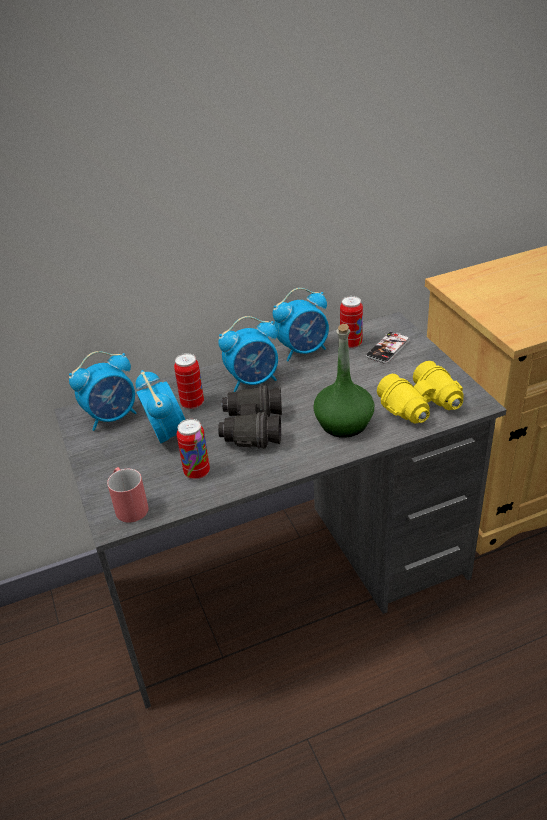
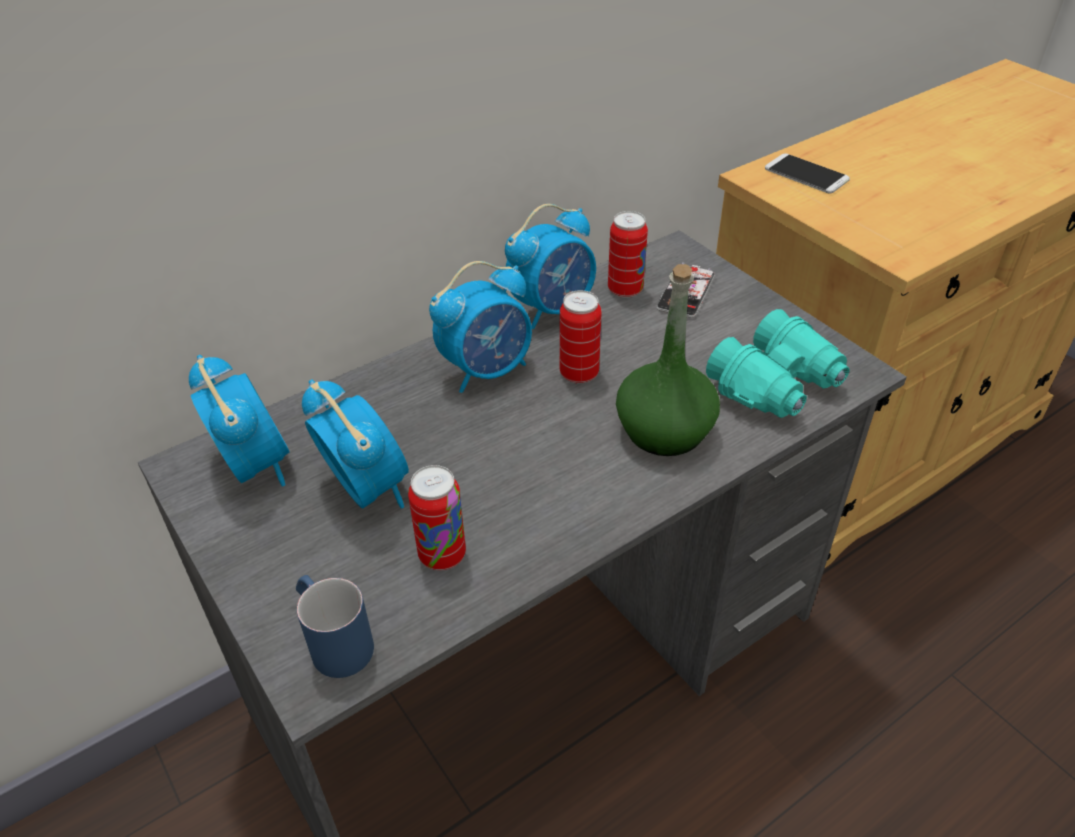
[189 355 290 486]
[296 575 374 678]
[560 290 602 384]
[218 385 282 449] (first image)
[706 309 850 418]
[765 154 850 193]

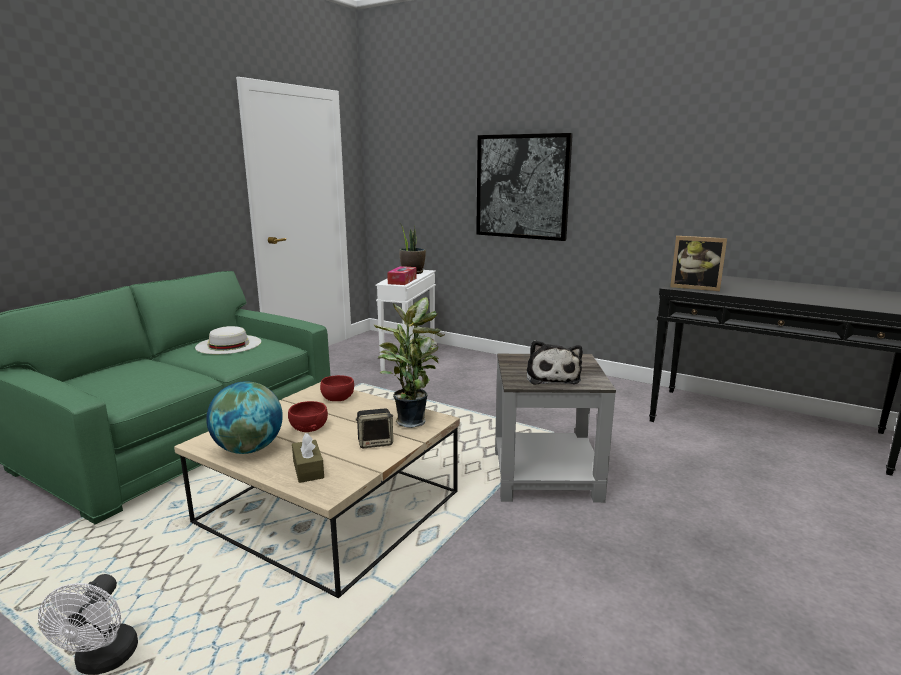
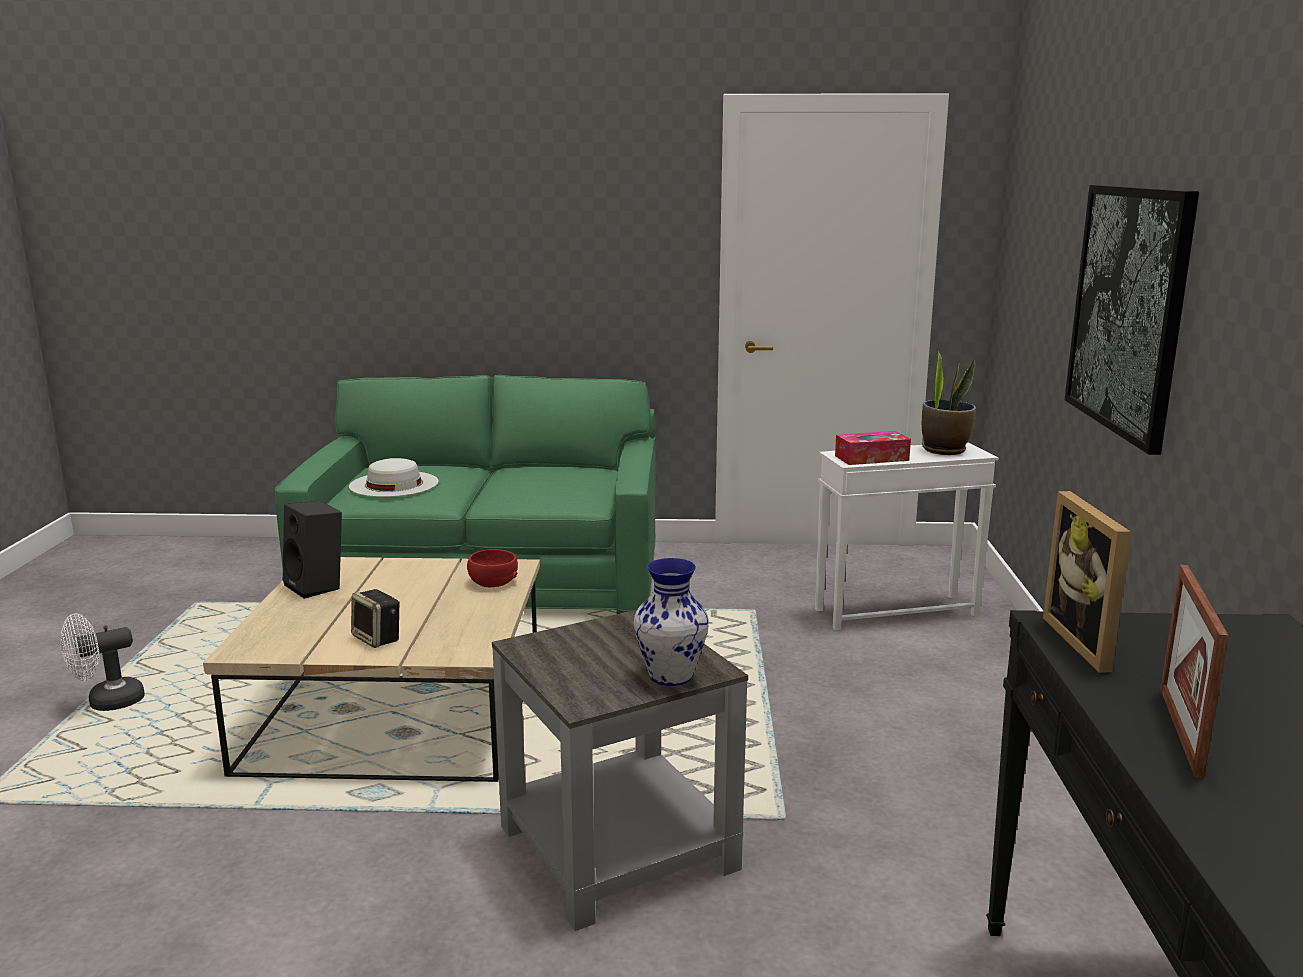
[349 458 439 497]
[283 501 342 599]
[288 401 328 432] (first image)
[292 433 324 483] (first image)
[374 297 445 428] (first image)
[527 340 583 384] (first image)
[633 558 709 686]
[1160 565 1229 778]

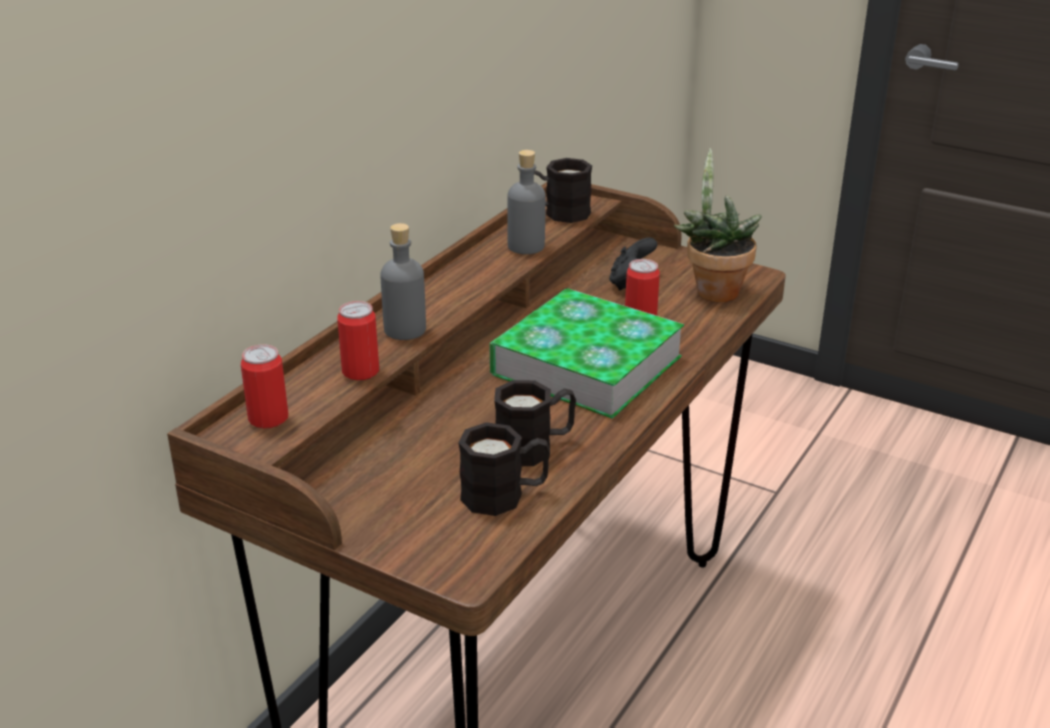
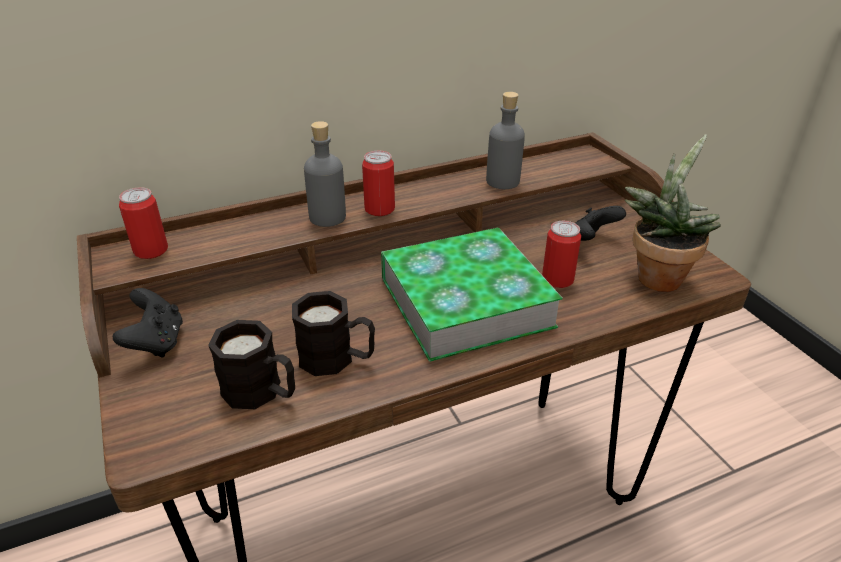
[362 151 395 216]
[534 158 592 223] (first image)
[113 288 183 358]

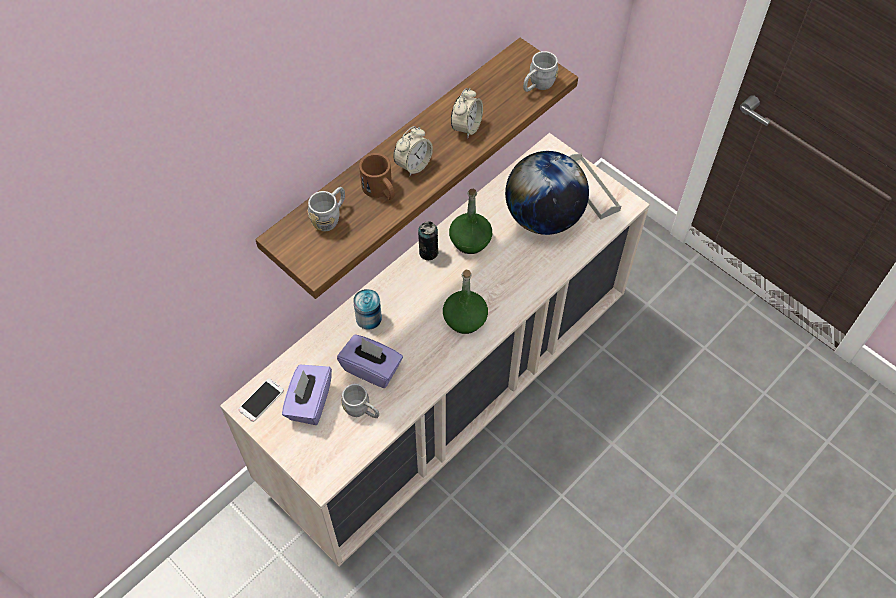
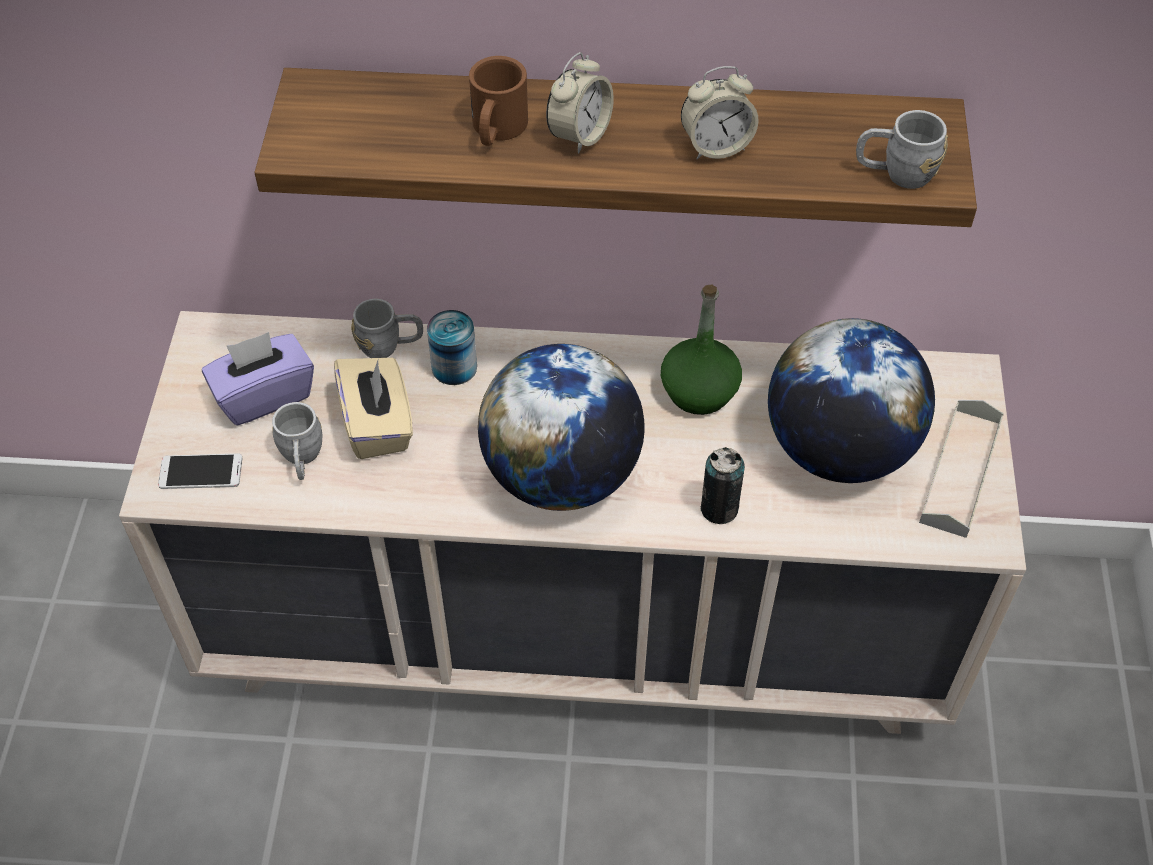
[158 454 242 489]
[351 299 423 358]
[334 358 413 459]
[546 52 614 154]
[701 447 745 524]
[478 344 645 511]

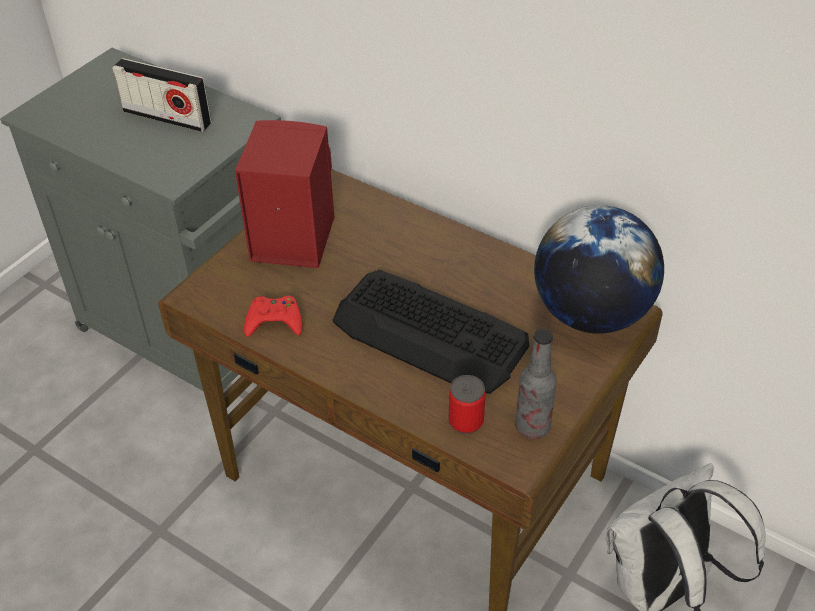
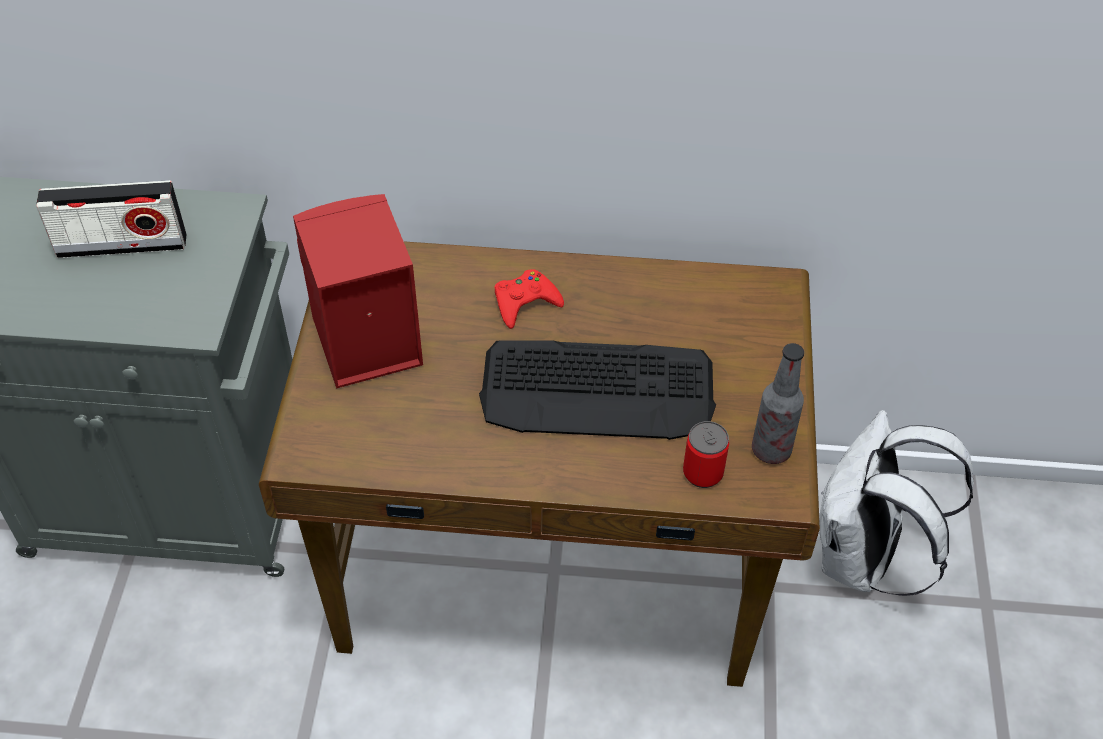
[495 269 564 329]
[534 205 664 334] (first image)

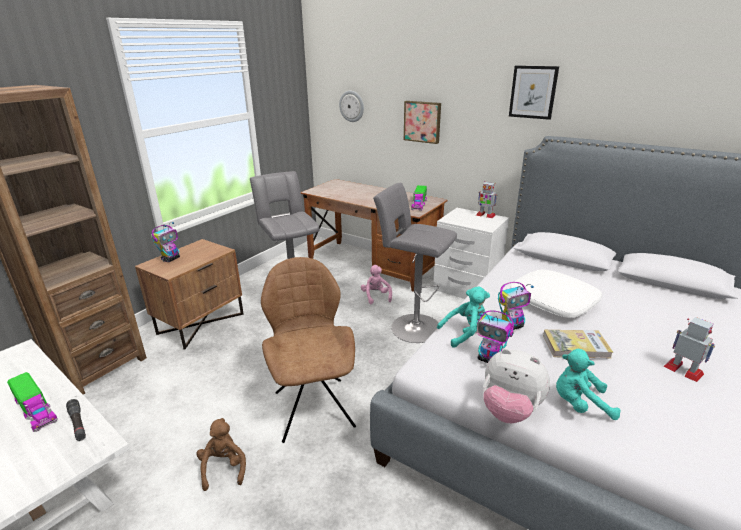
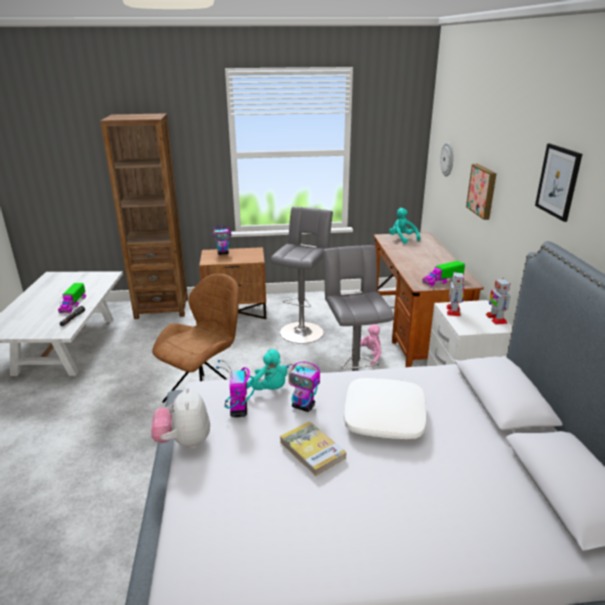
[196 418 246 491] (first image)
[389 208 421 244]
[447 271 464 316]

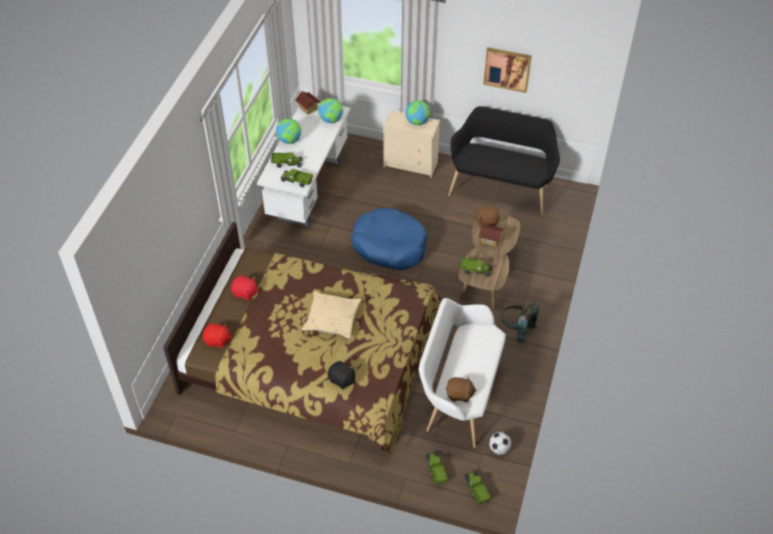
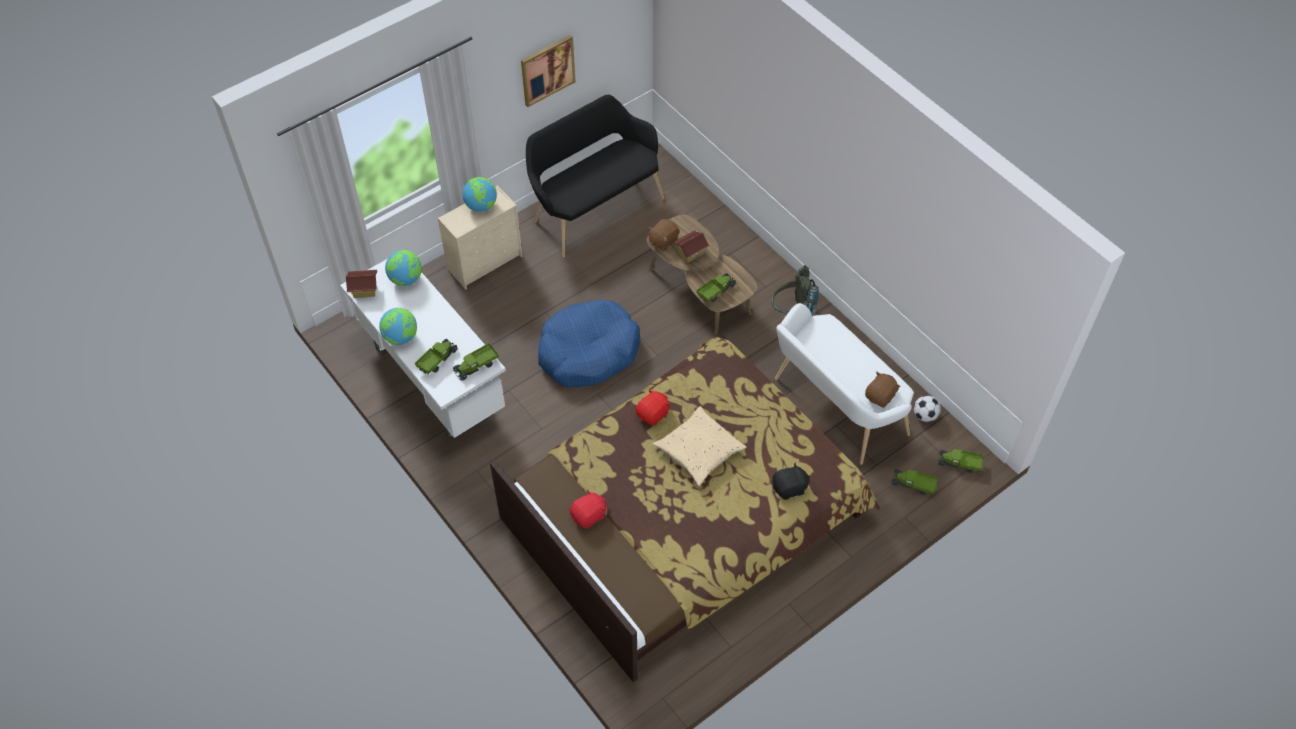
[635 389 670 426]

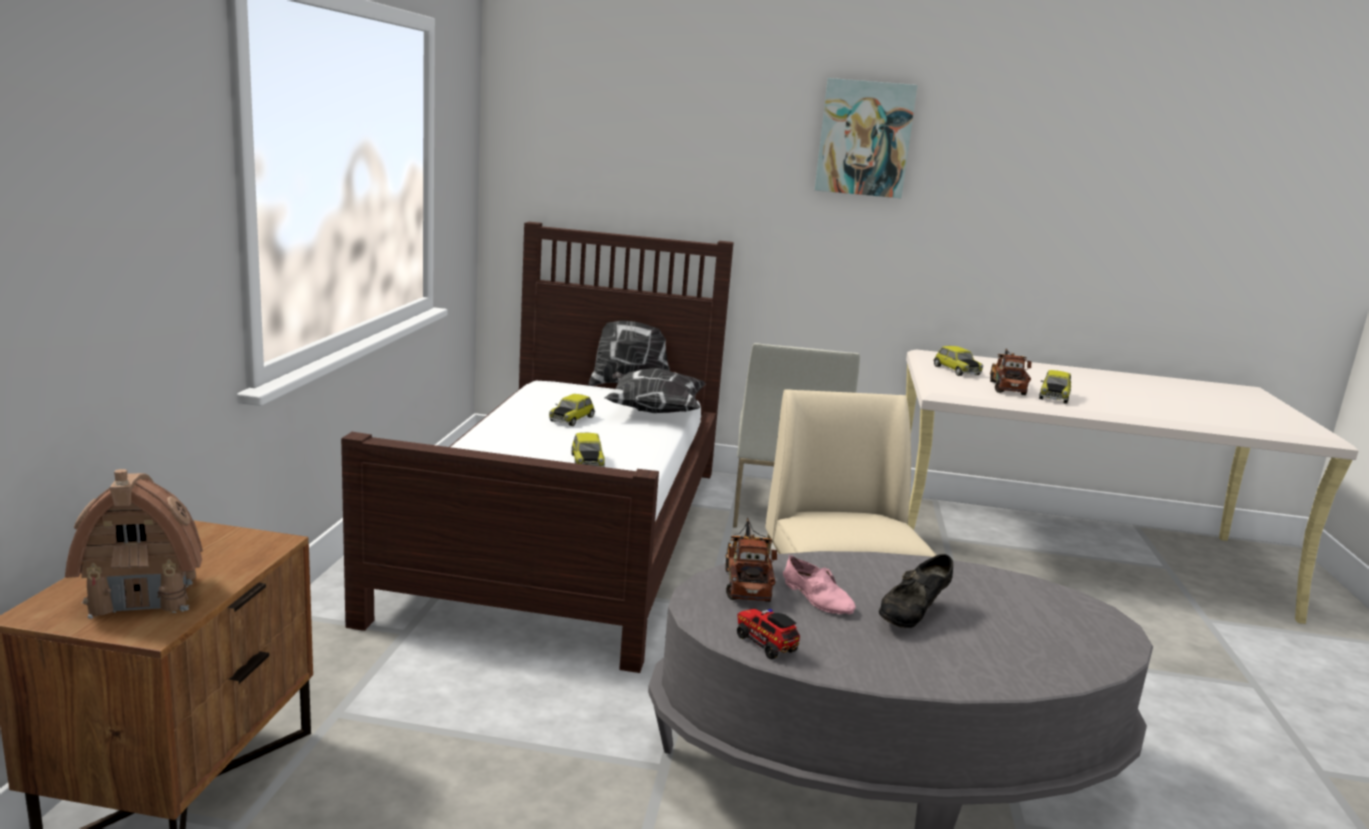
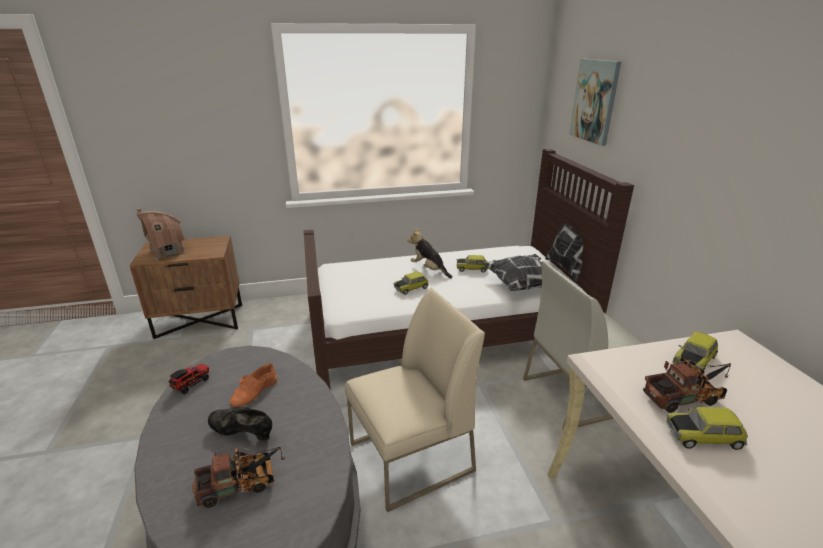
[192 447 285 508]
[230 363 277 407]
[569 59 621 146]
[407 228 452 278]

